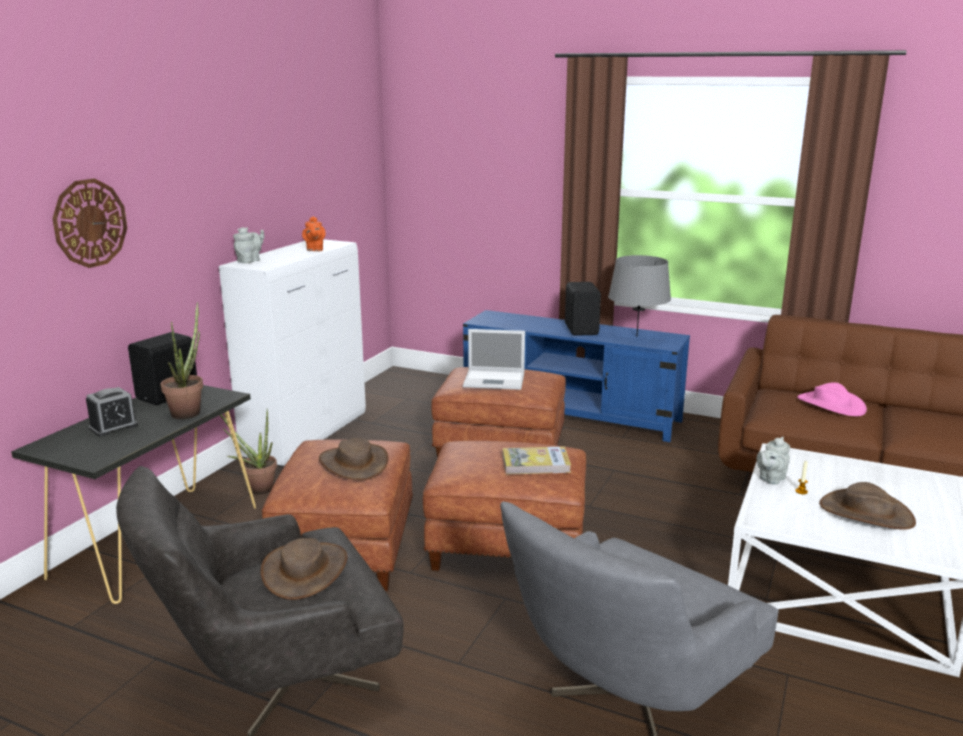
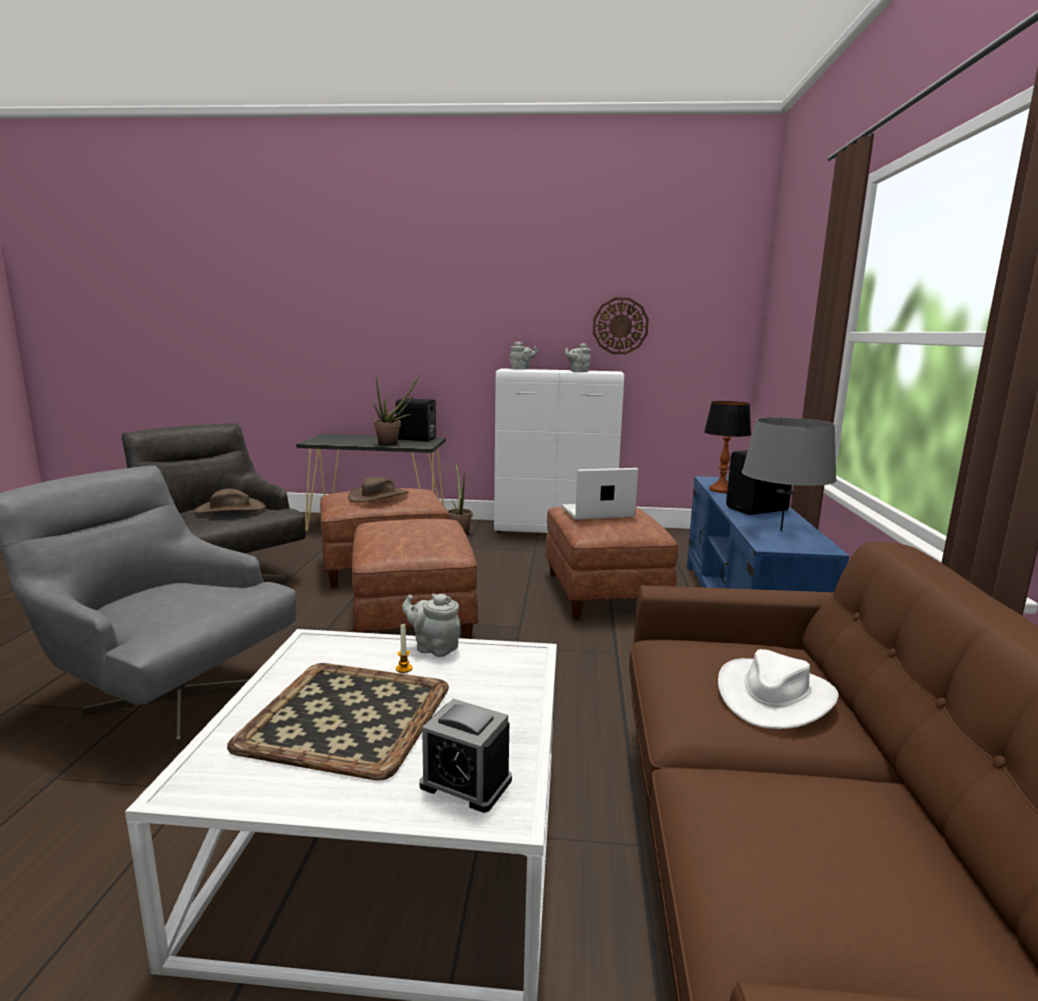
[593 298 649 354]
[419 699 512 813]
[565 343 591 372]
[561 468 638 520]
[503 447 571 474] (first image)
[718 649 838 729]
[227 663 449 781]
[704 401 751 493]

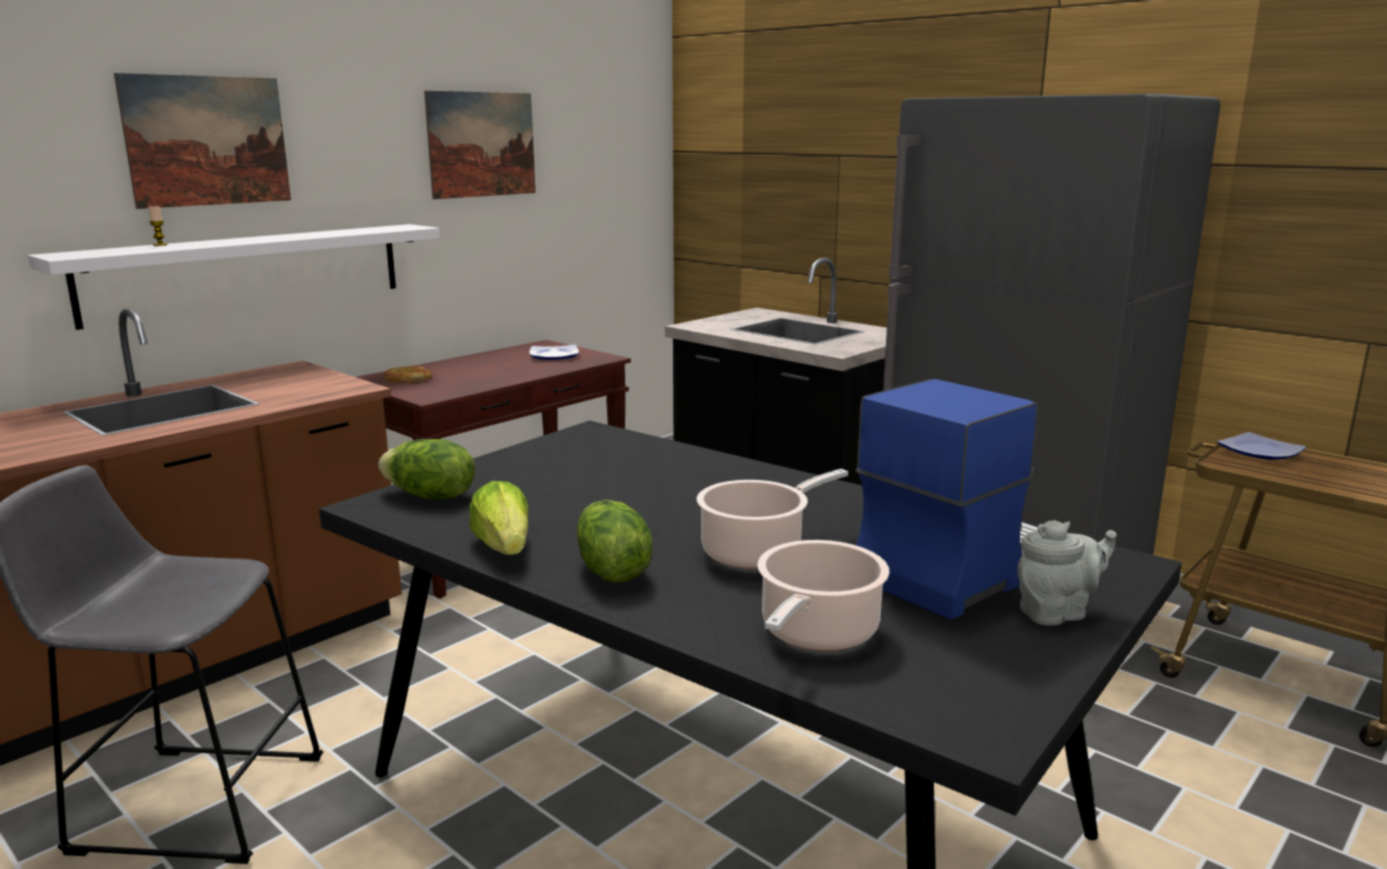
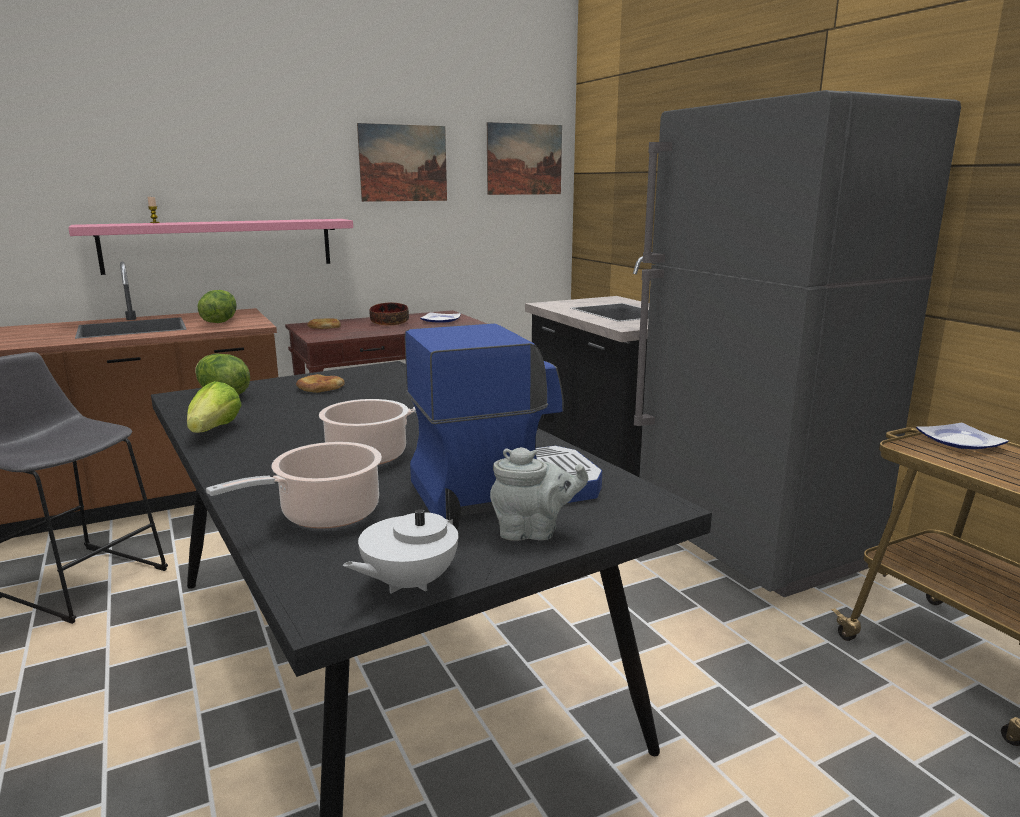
[68 219 353 275]
[487 122 562 195]
[197 290 237 323]
[296 374 344 393]
[343 488 461 594]
[369 303 409 326]

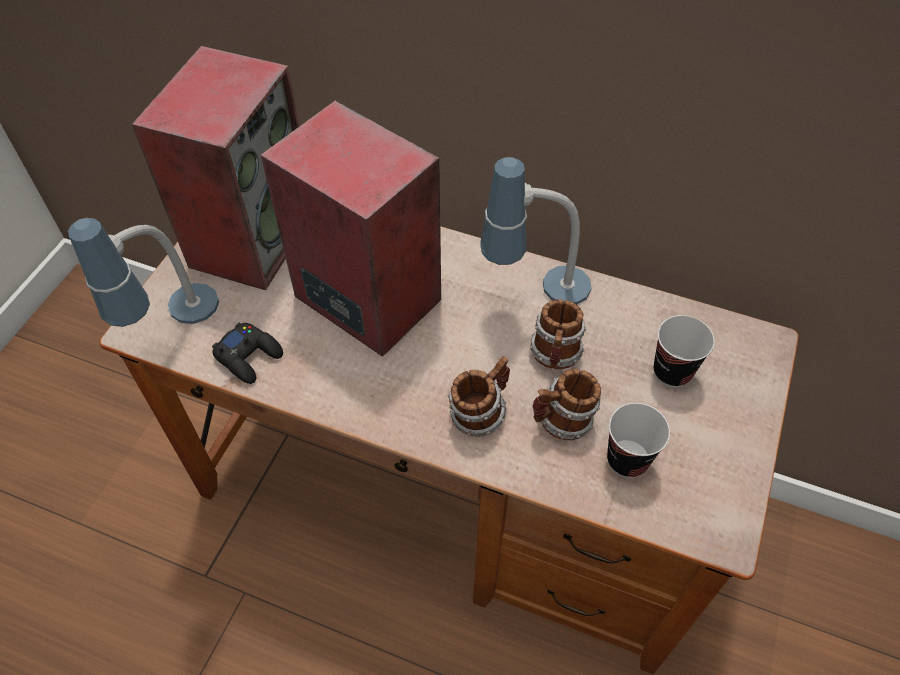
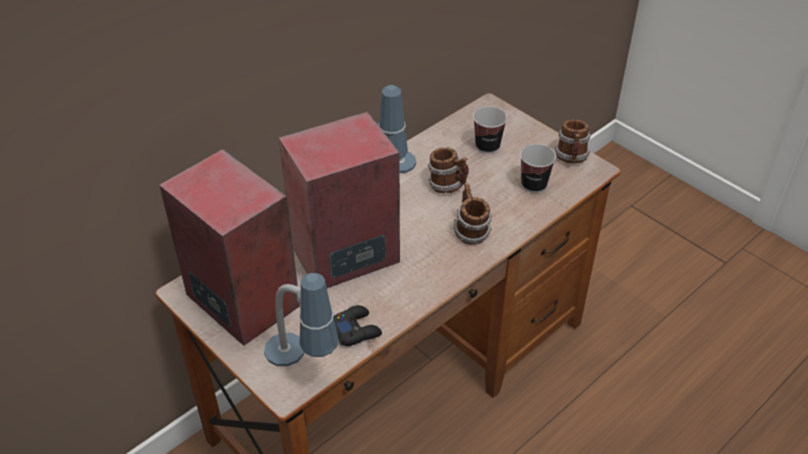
[555 119 591 163]

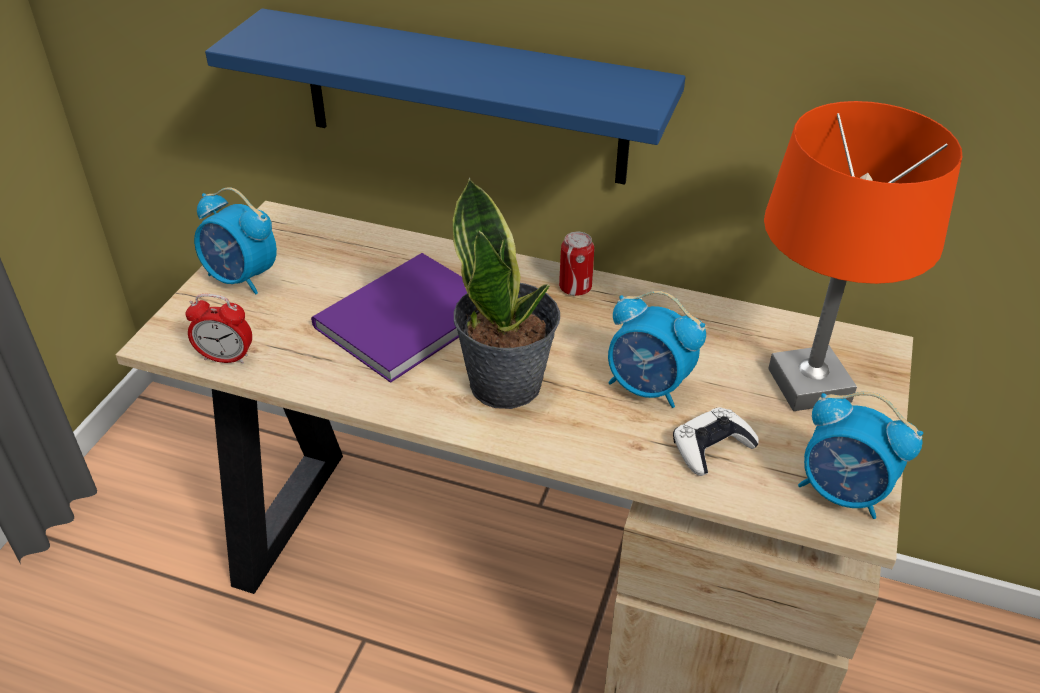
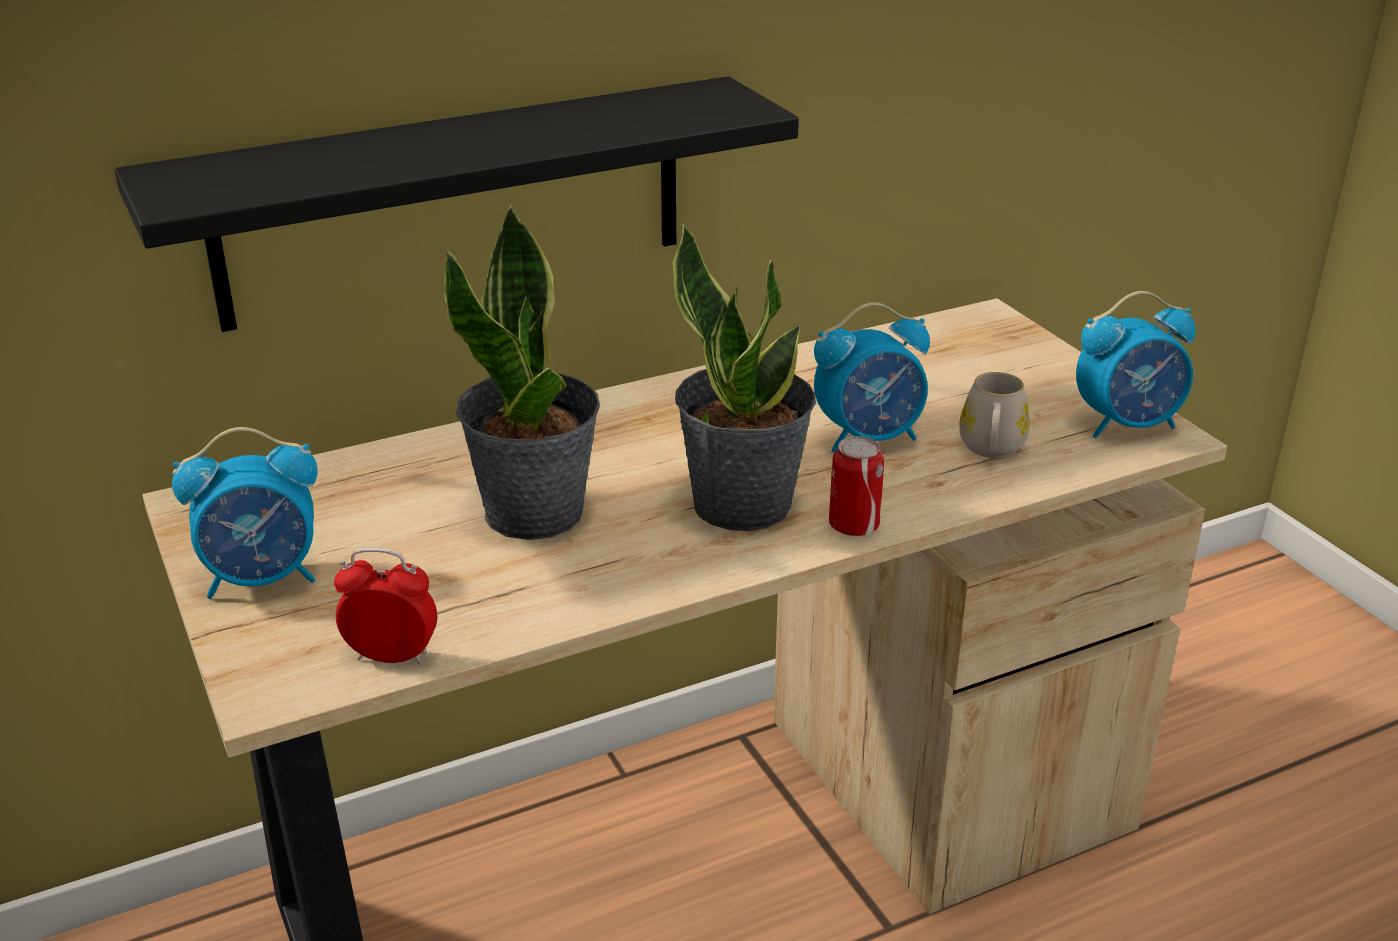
[334 548 437 665]
[114 76 799 332]
[444 205 600 540]
[829 436 884 536]
[959 372 1030 458]
[764 101 962 411] (first image)

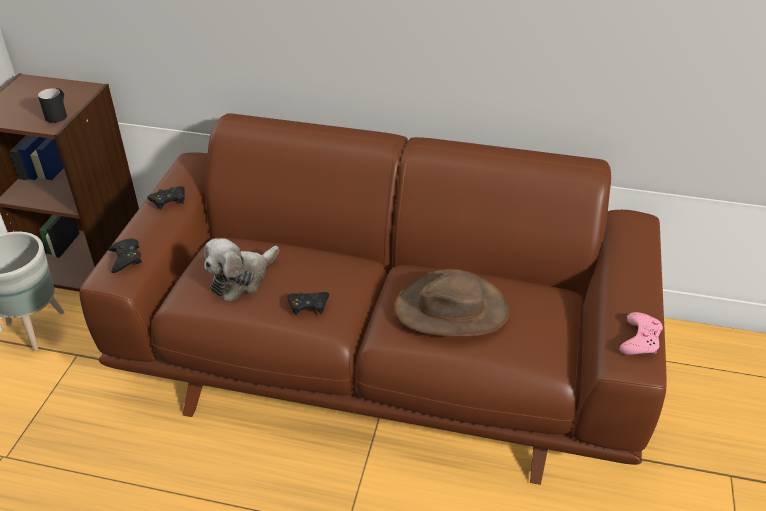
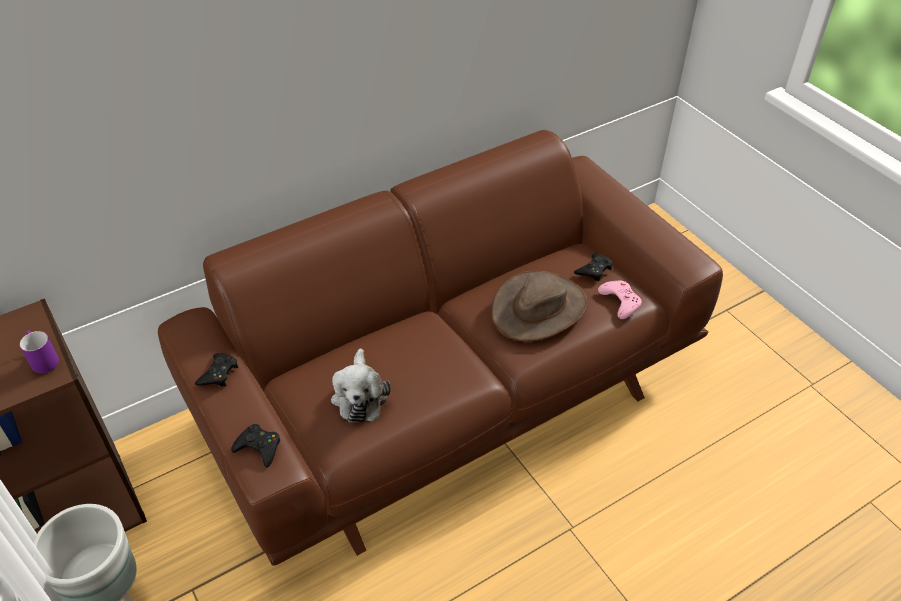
[20 330 59 373]
[574 254 613 282]
[598 281 642 319]

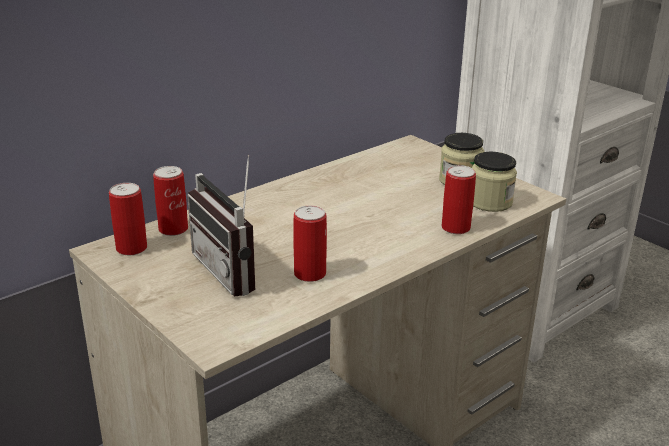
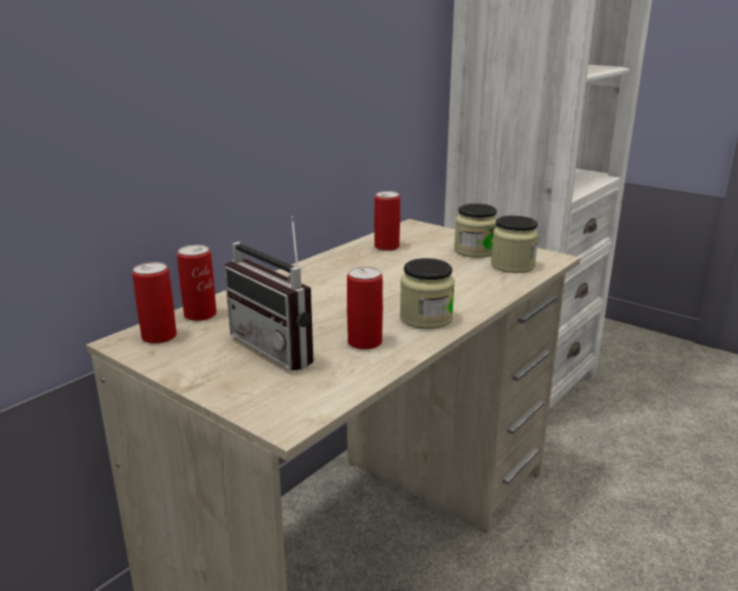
[374 191 400 251]
[400 258 455 329]

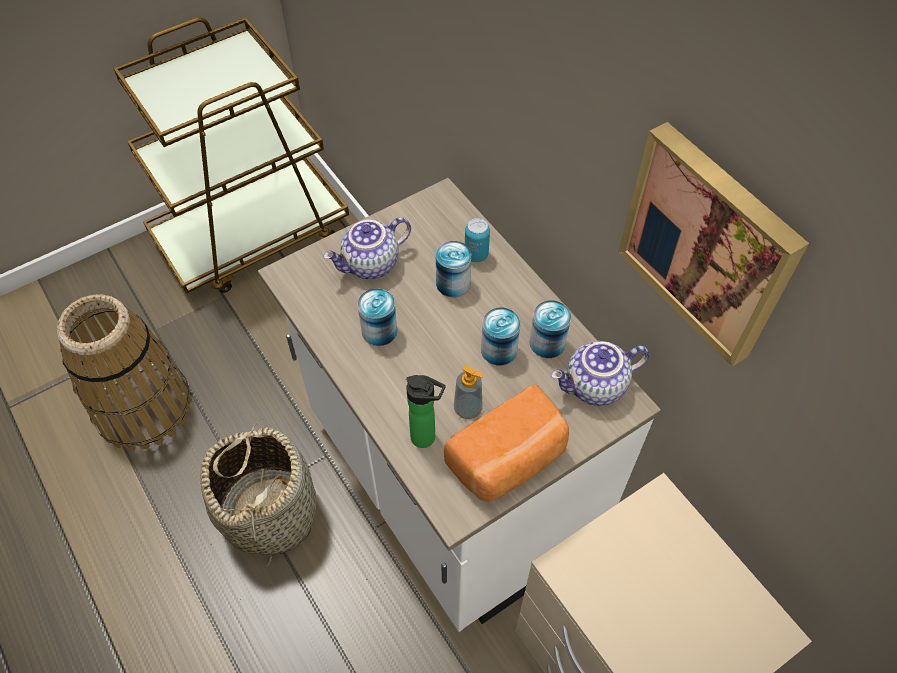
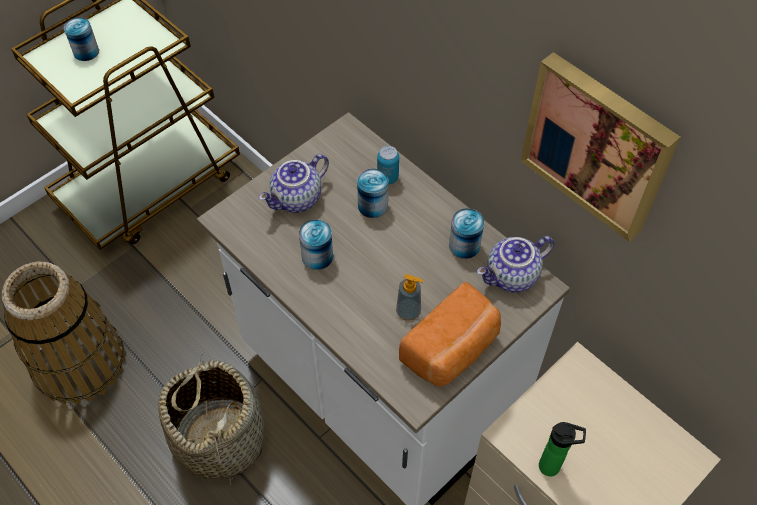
[539 422 586 476]
[64 17 99 61]

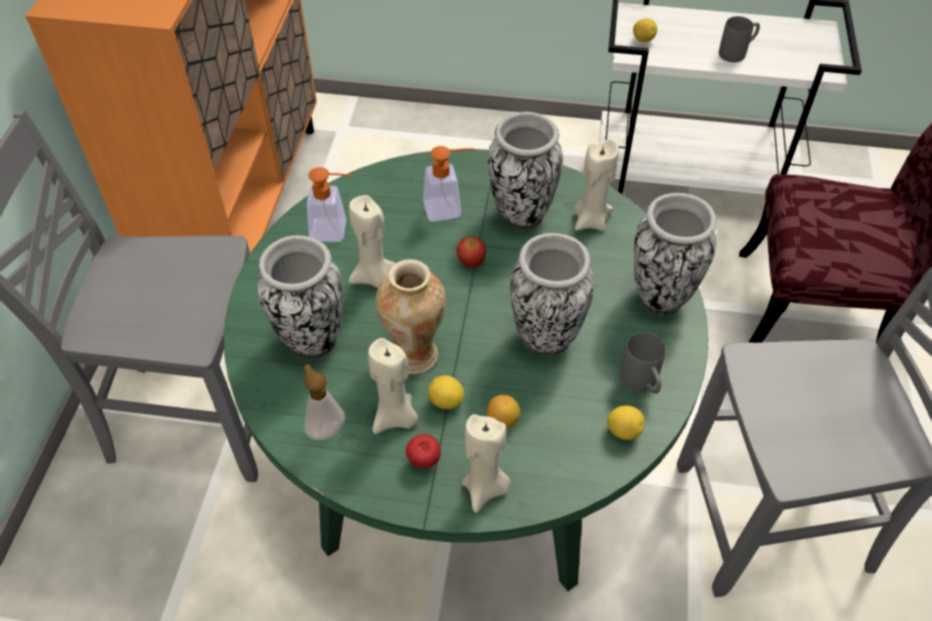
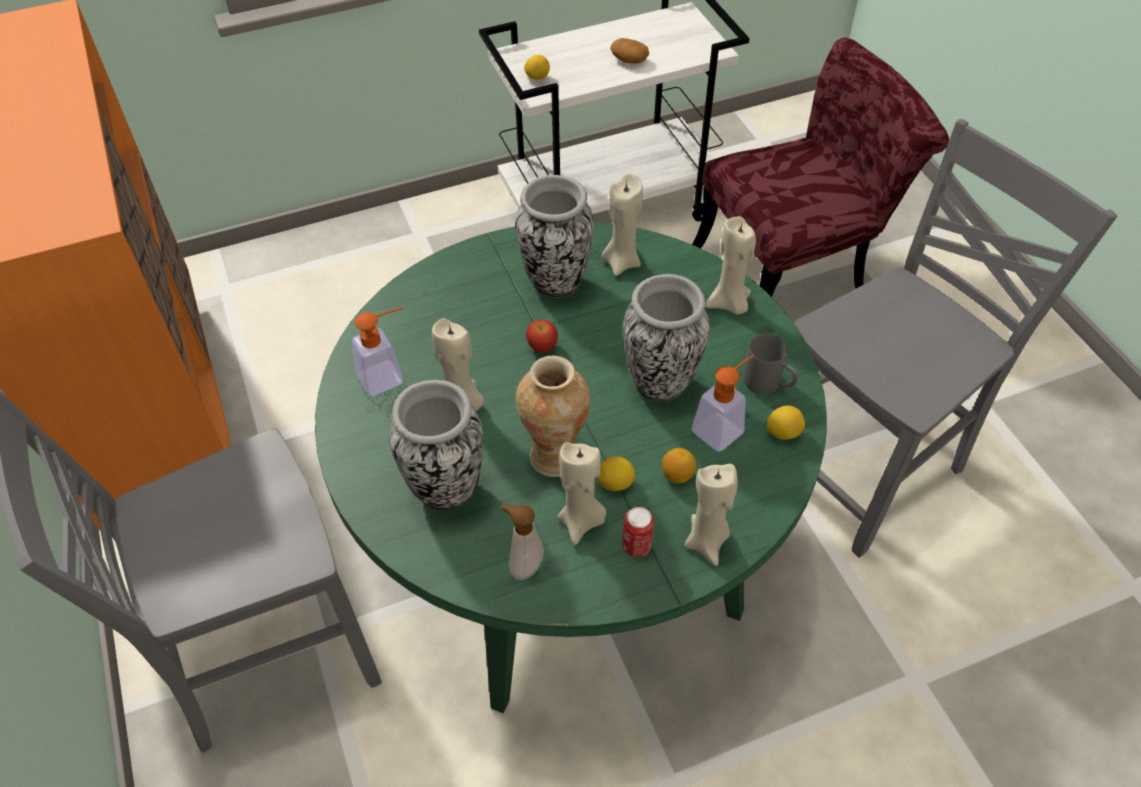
[622 507 654 557]
[692 354 755 452]
[706 216 756 315]
[610 38 649 64]

